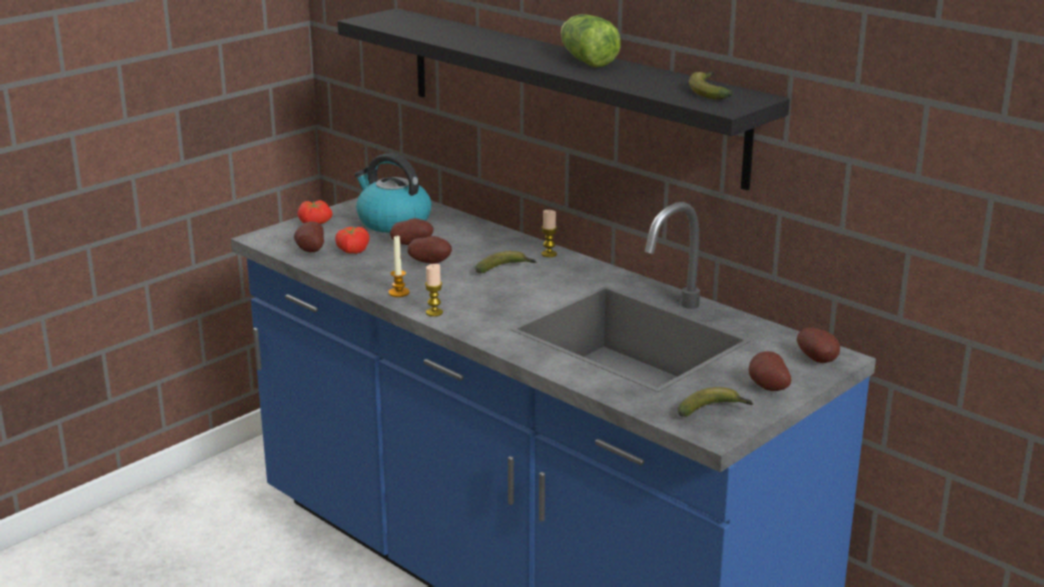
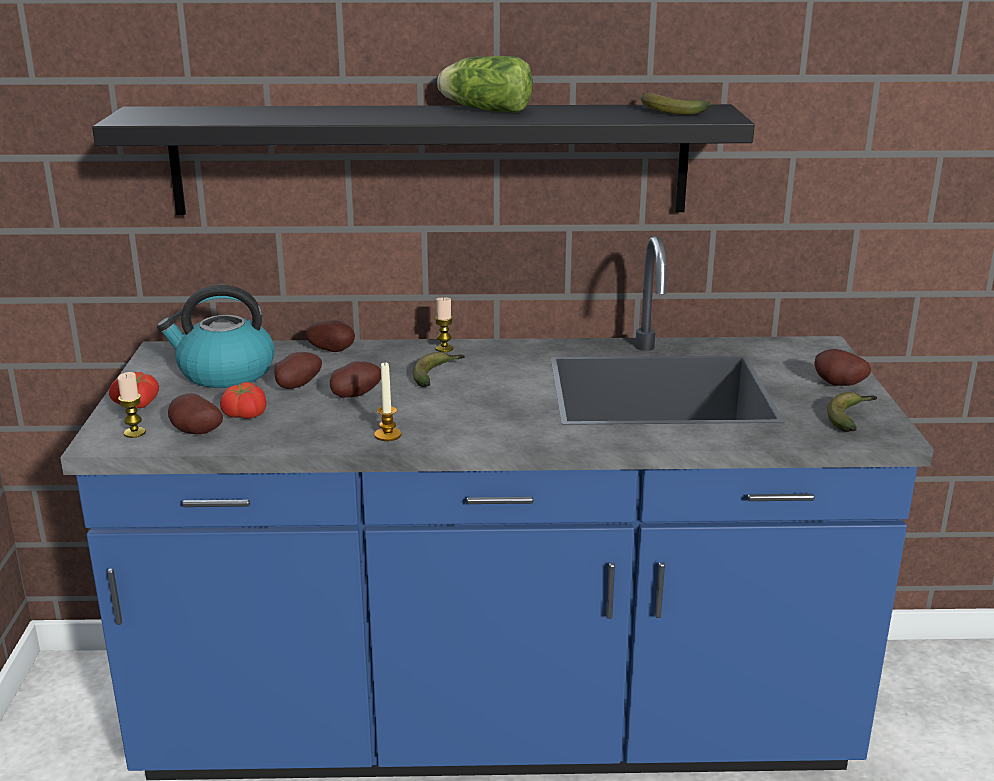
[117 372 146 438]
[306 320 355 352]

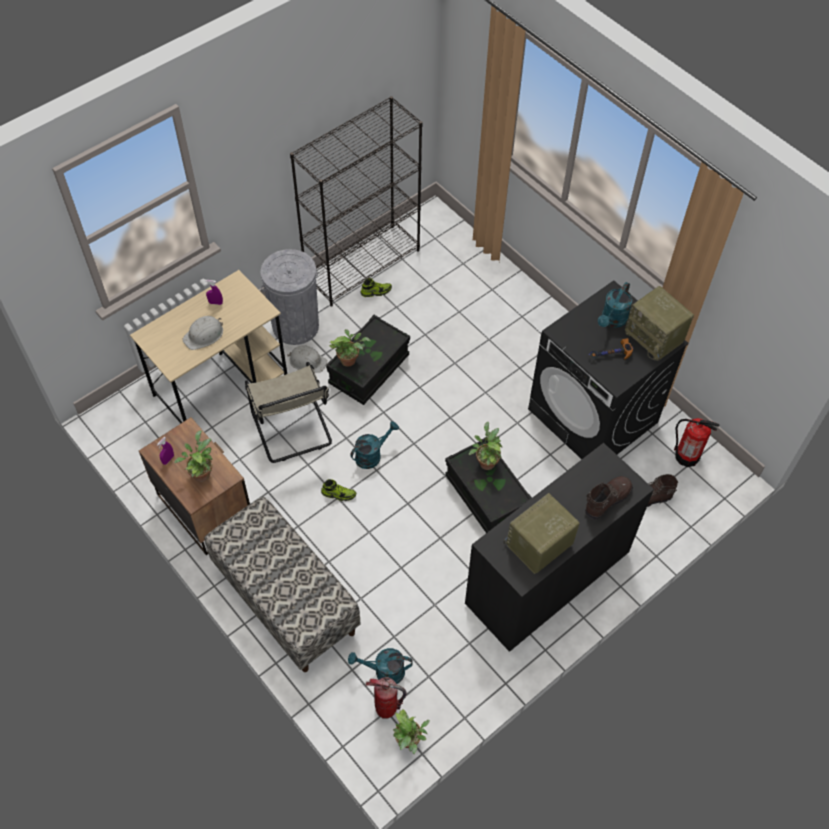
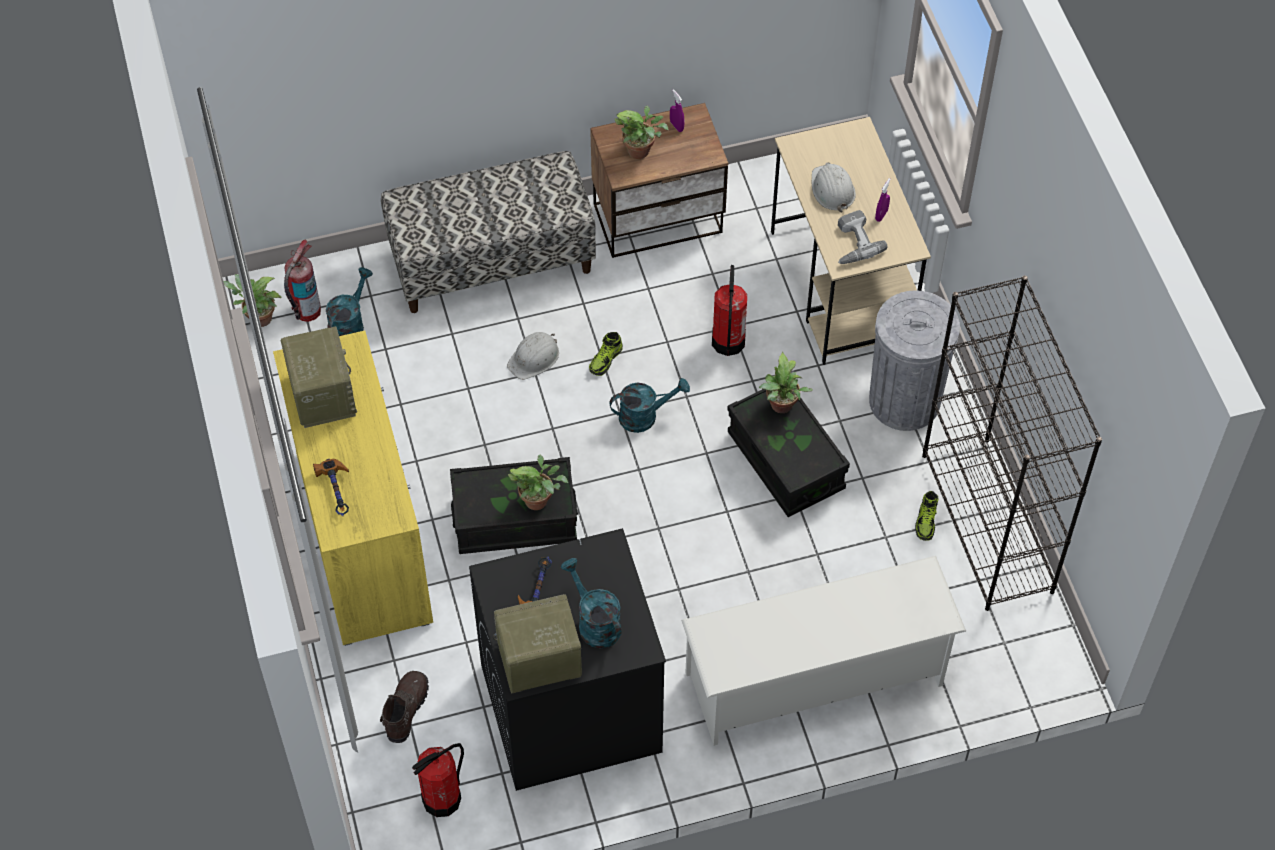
[712 265 747 356]
[507 332 559 380]
[609 378 690 433]
[273 330 433 646]
[313 459 349 516]
[681 556 966 746]
[838 210 888 264]

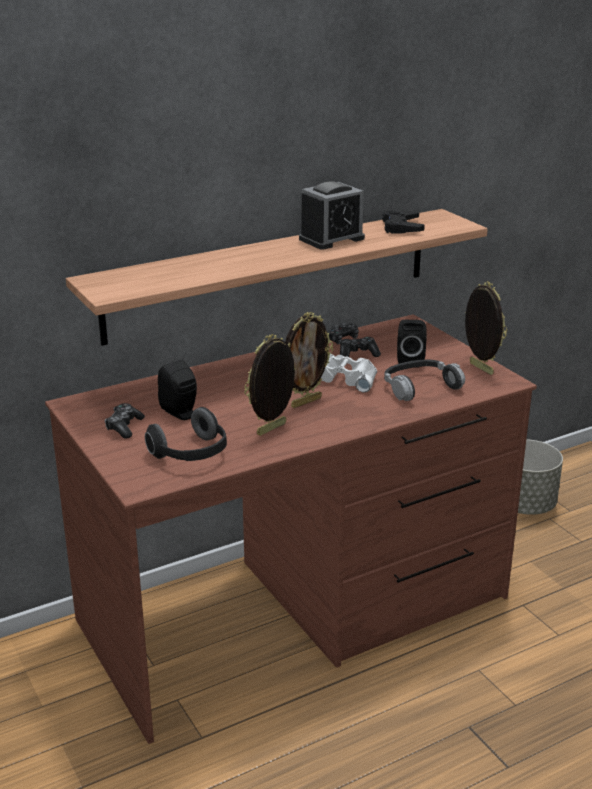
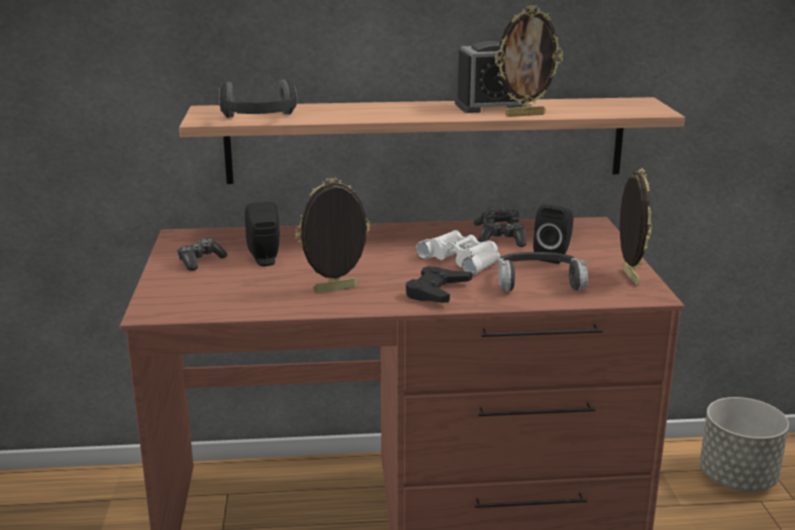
[219 79 297 118]
[495 5 563 117]
[406 266 472 303]

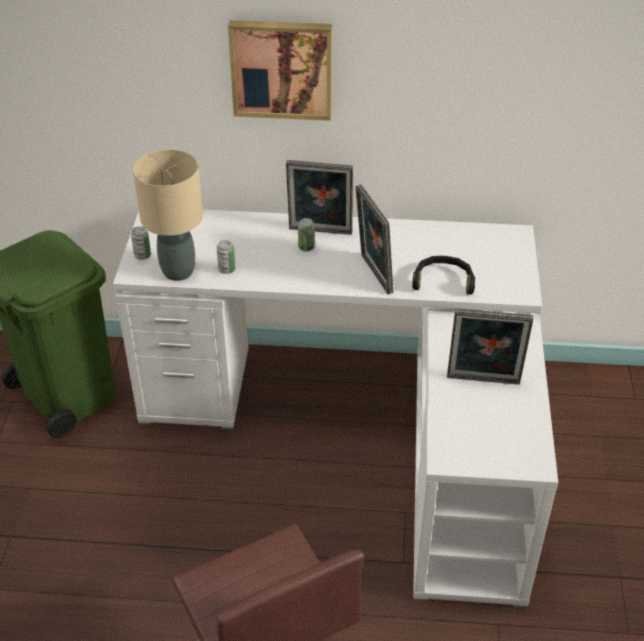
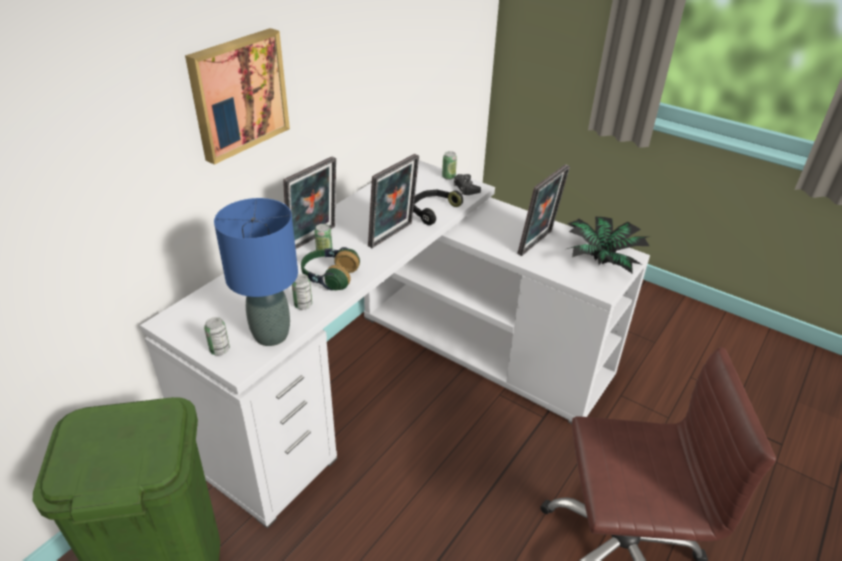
[214 198 298 346]
[368 154 419 248]
[301 247 360 290]
[442 151 457 180]
[453 174 481 195]
[567 217 649 273]

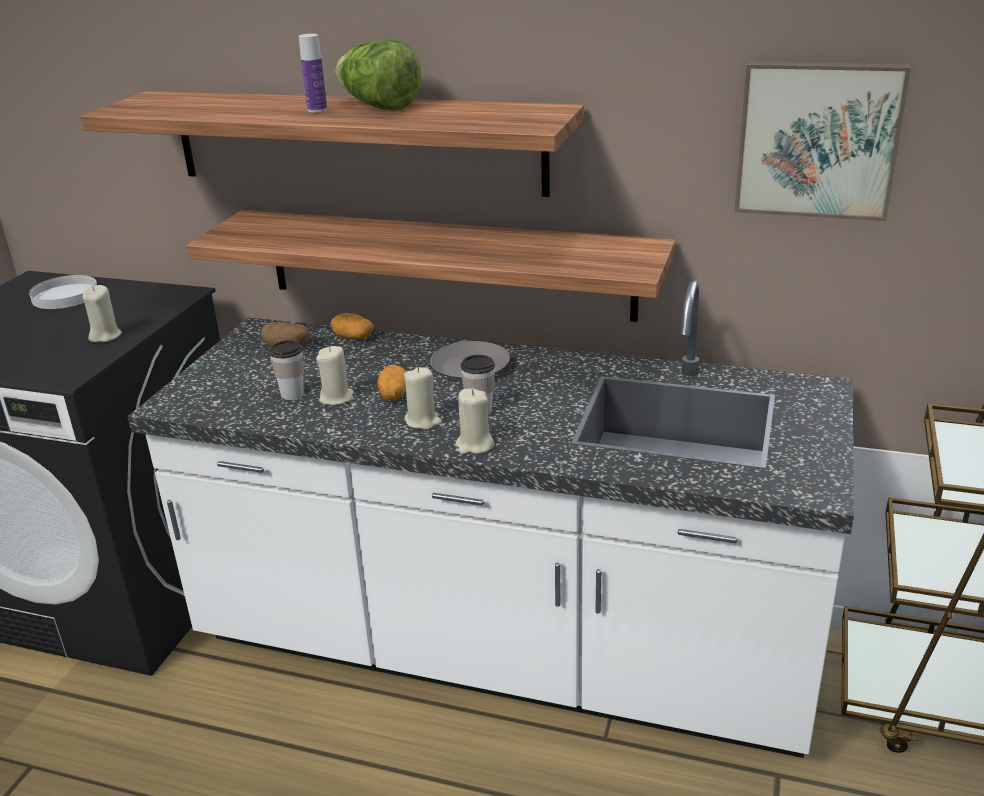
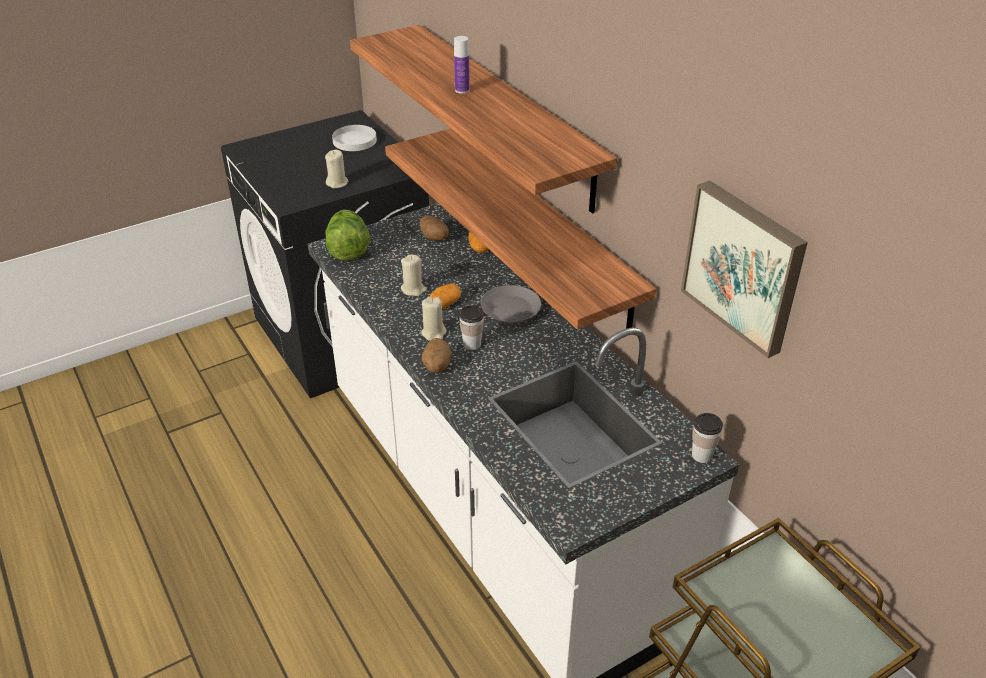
[692 413 723 463]
[325 210 370 261]
[422 338 452 373]

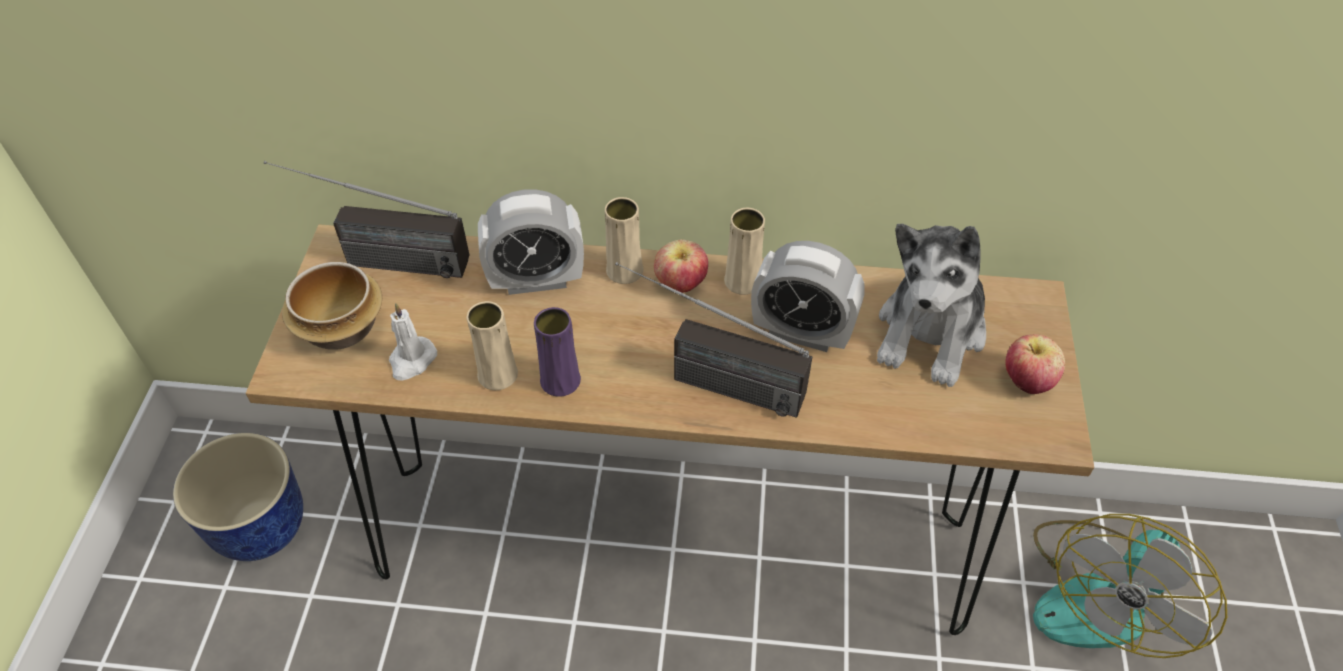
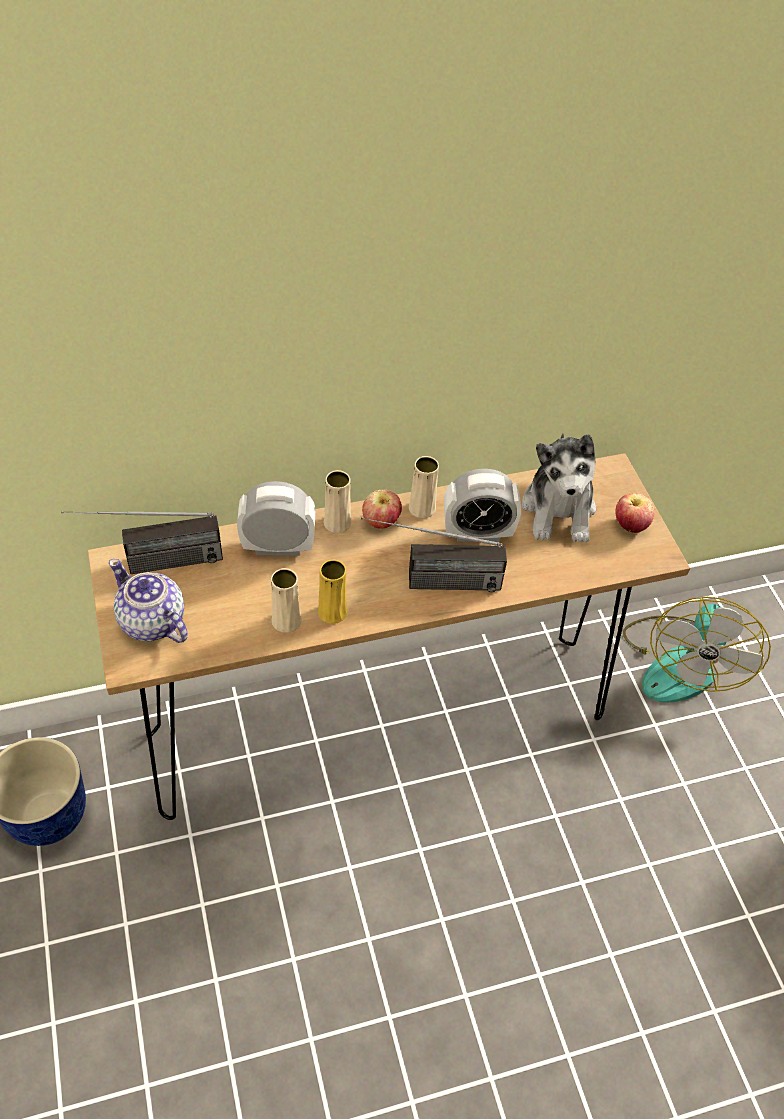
[109 559 188 643]
[389 303 437 381] (first image)
[237 481 315 556]
[318 560 348 624]

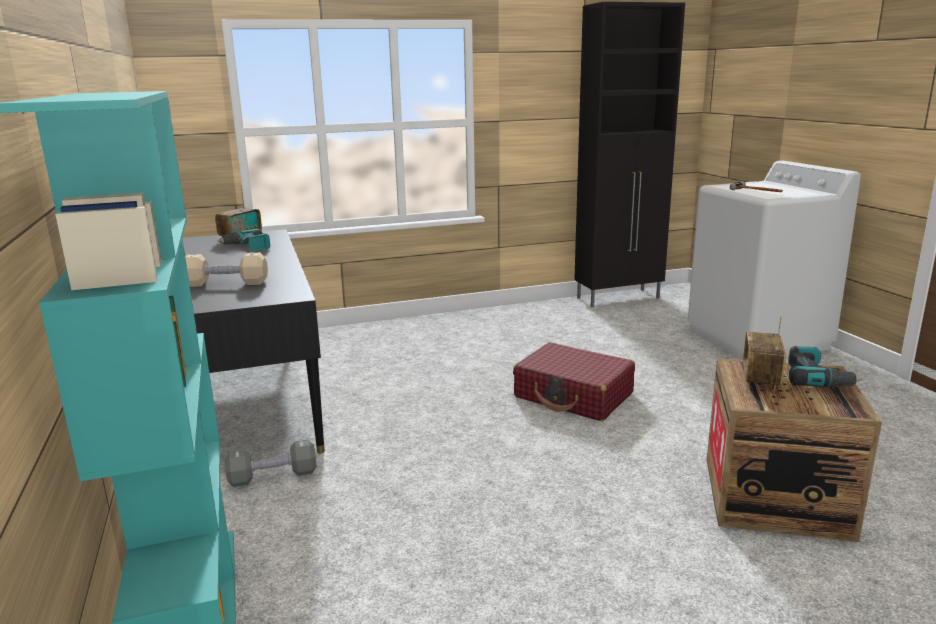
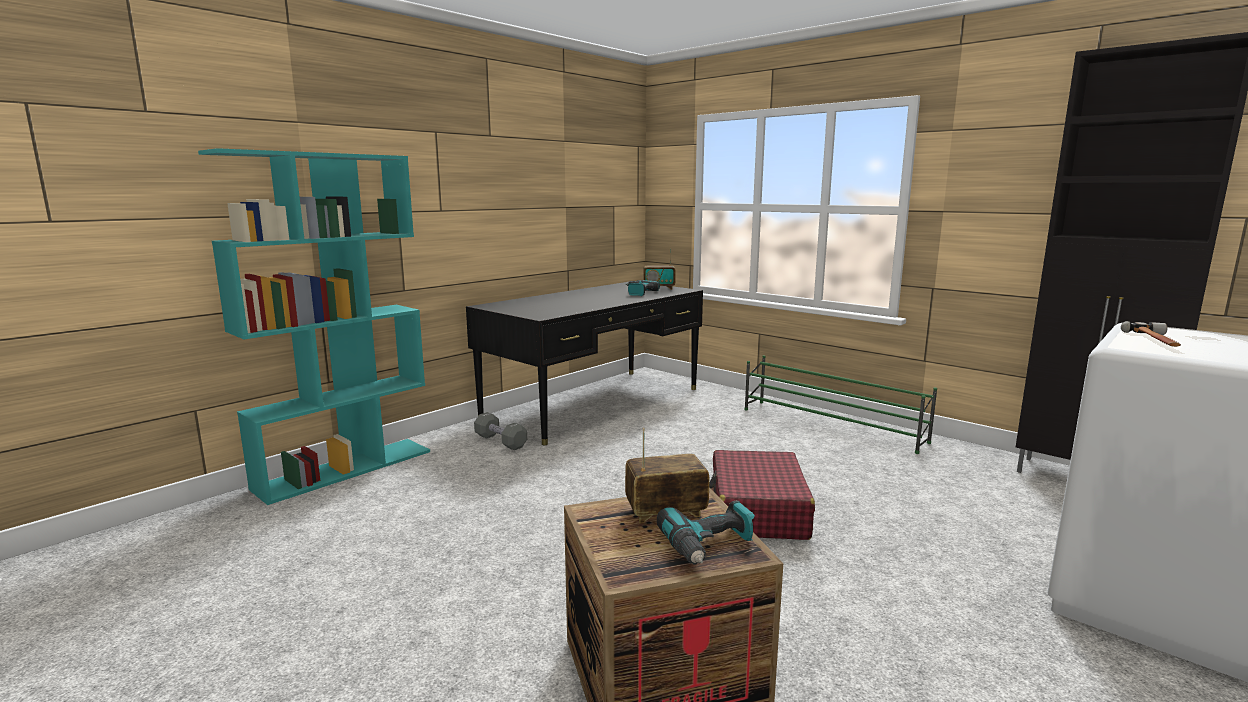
[185 252 268 287] (first image)
[744 355 937 454]

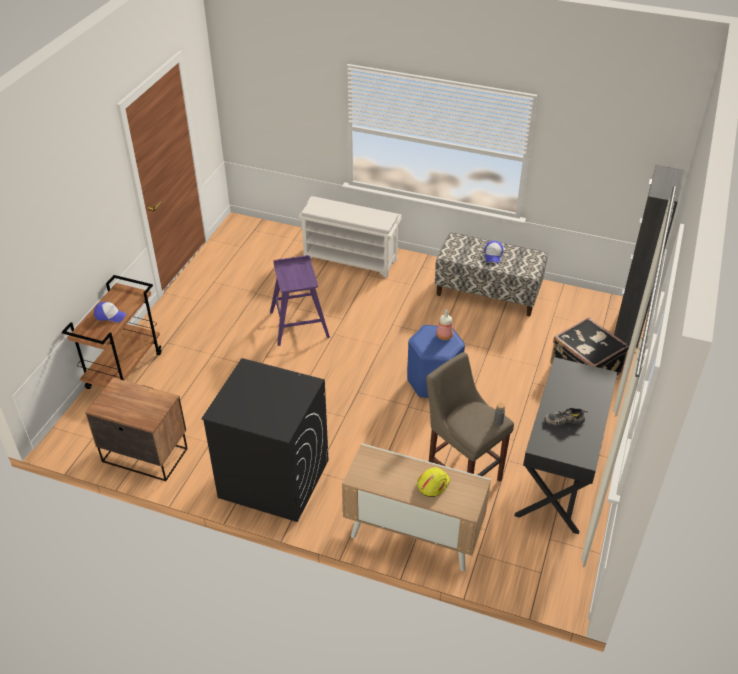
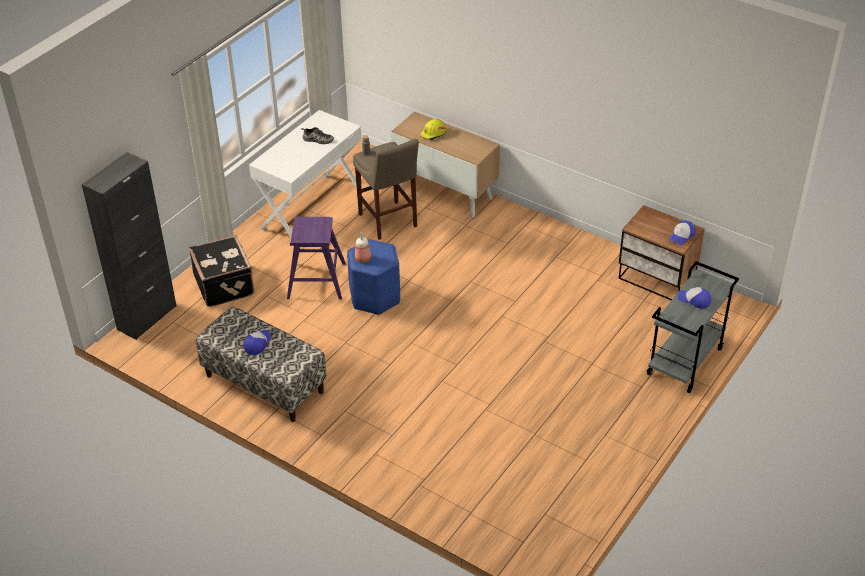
[647 261 739 393]
[201 358 329 522] (first image)
[287 217 346 300]
[298 196 402 277] (first image)
[249 110 362 237]
[670 220 696 245]

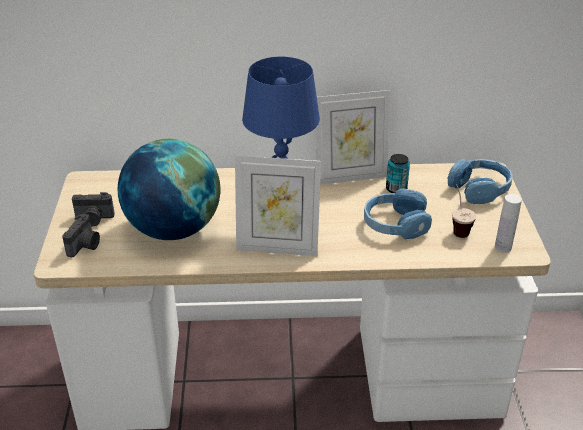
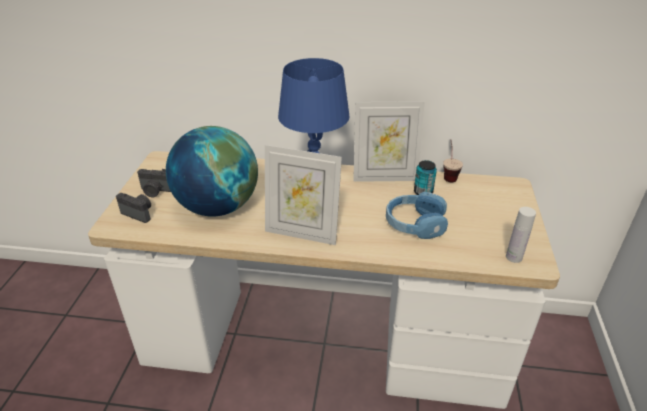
[116 193 151 223]
[448 159 513 204] (first image)
[443 139 463 182]

